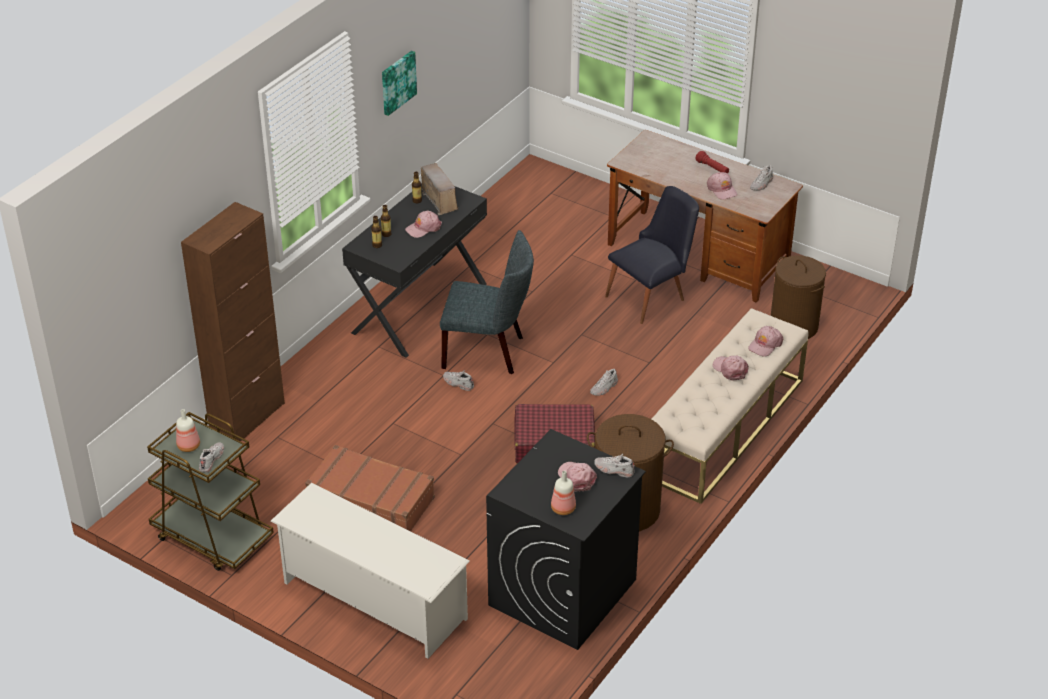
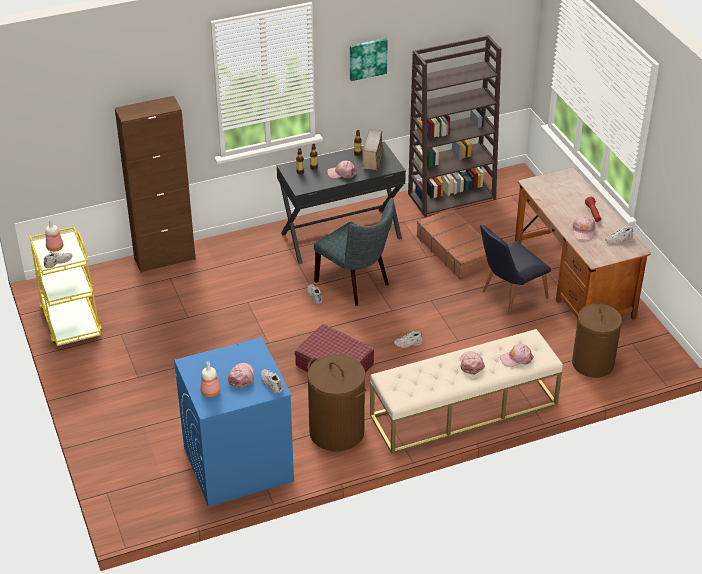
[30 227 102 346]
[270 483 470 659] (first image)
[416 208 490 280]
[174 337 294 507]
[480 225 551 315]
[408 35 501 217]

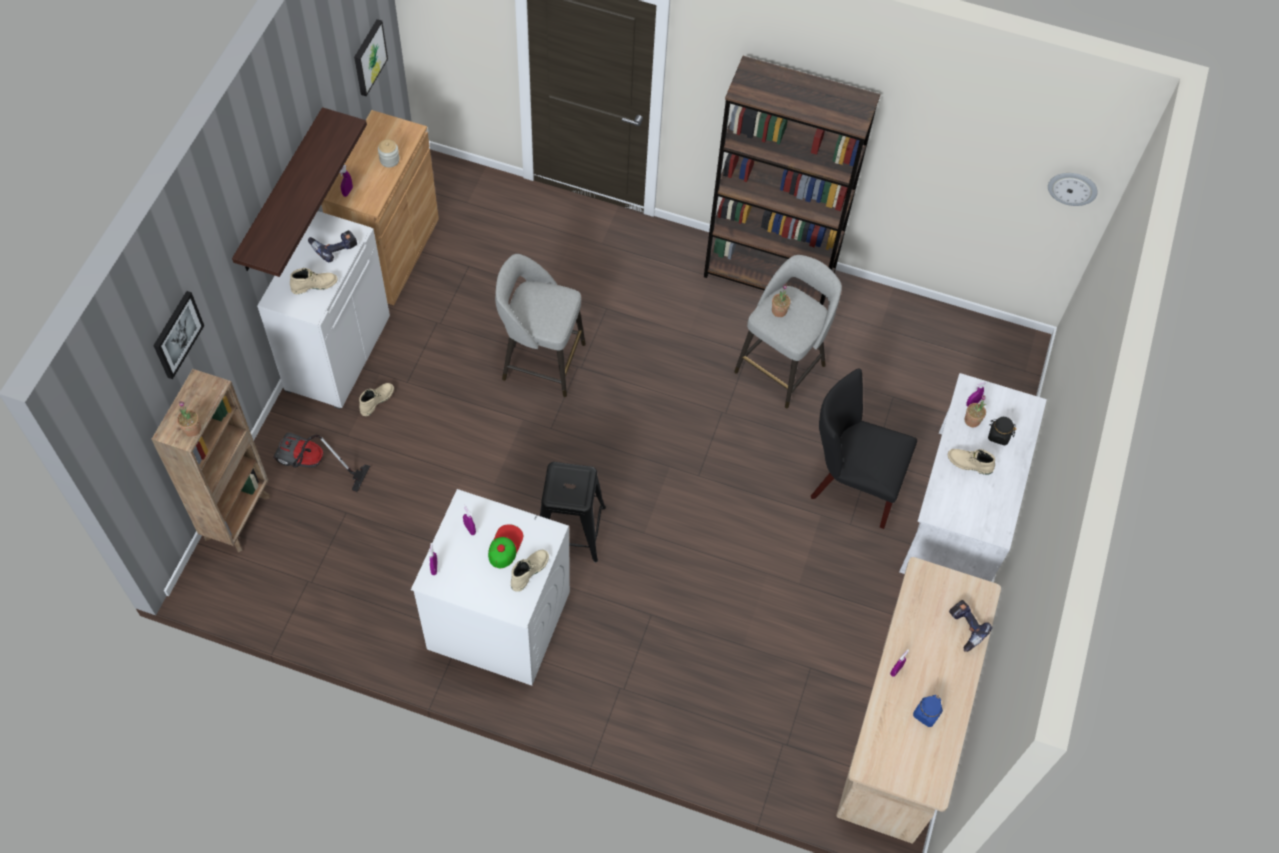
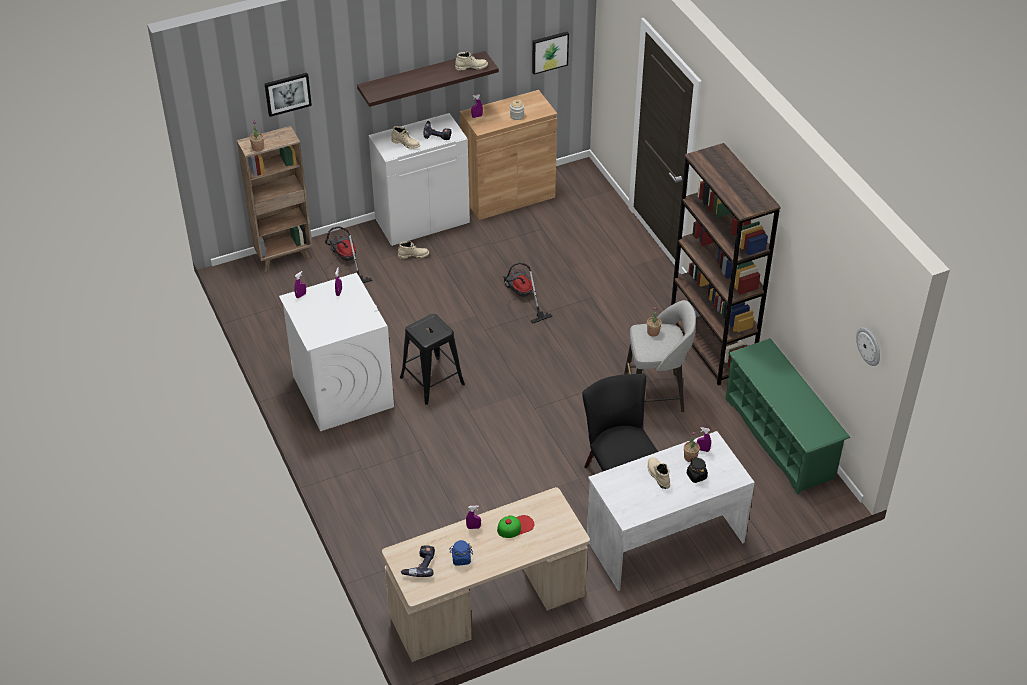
[497 515 534 538]
[503 263 553 324]
[455 52 488 70]
[401 545 435 577]
[725 338 850 495]

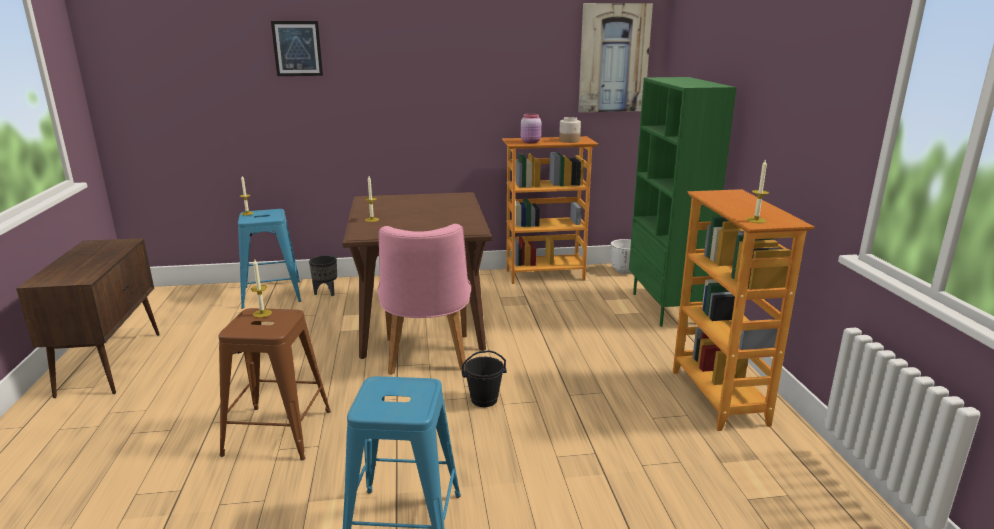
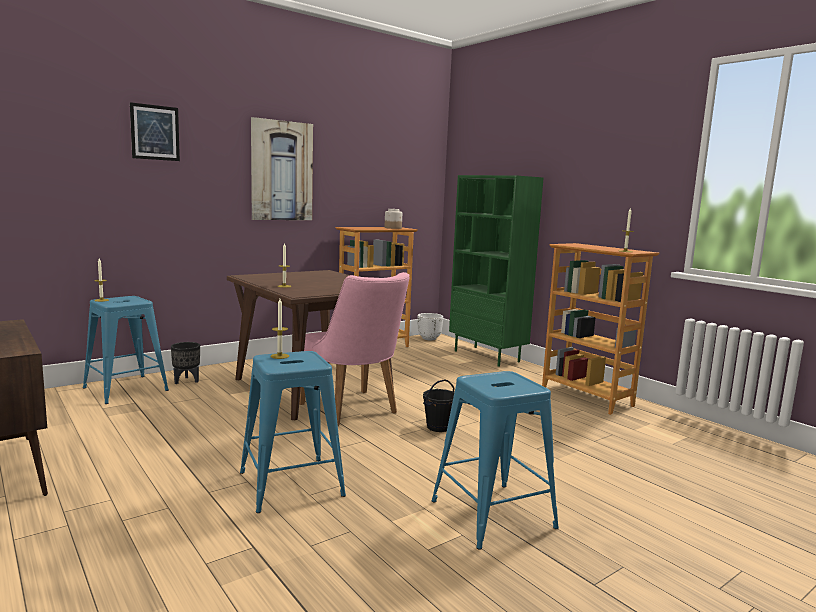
[240 351 346 513]
[521 113 541 143] (first image)
[251 117 313 220]

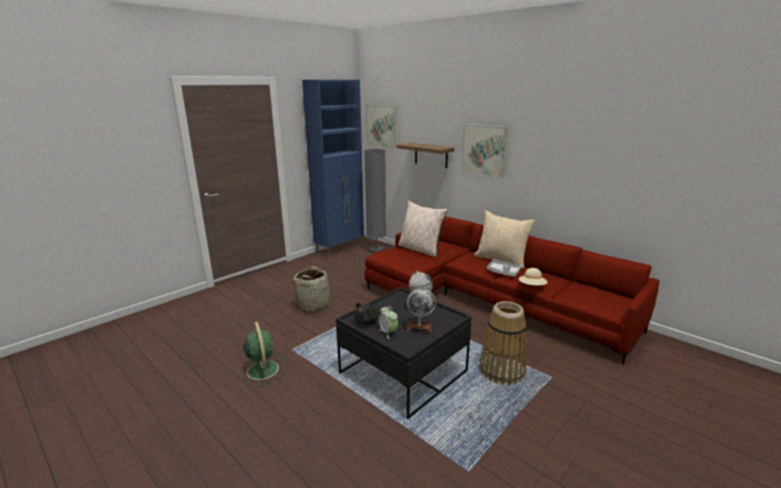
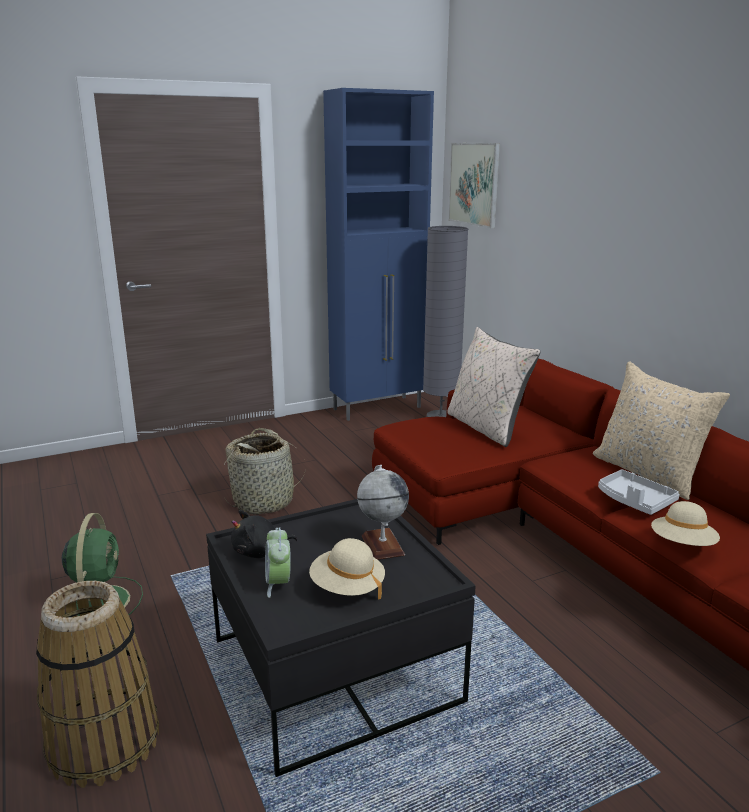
[397 142 455 168] (first image)
[309 538 385 600]
[461 124 508 178] (first image)
[36 581 159 788]

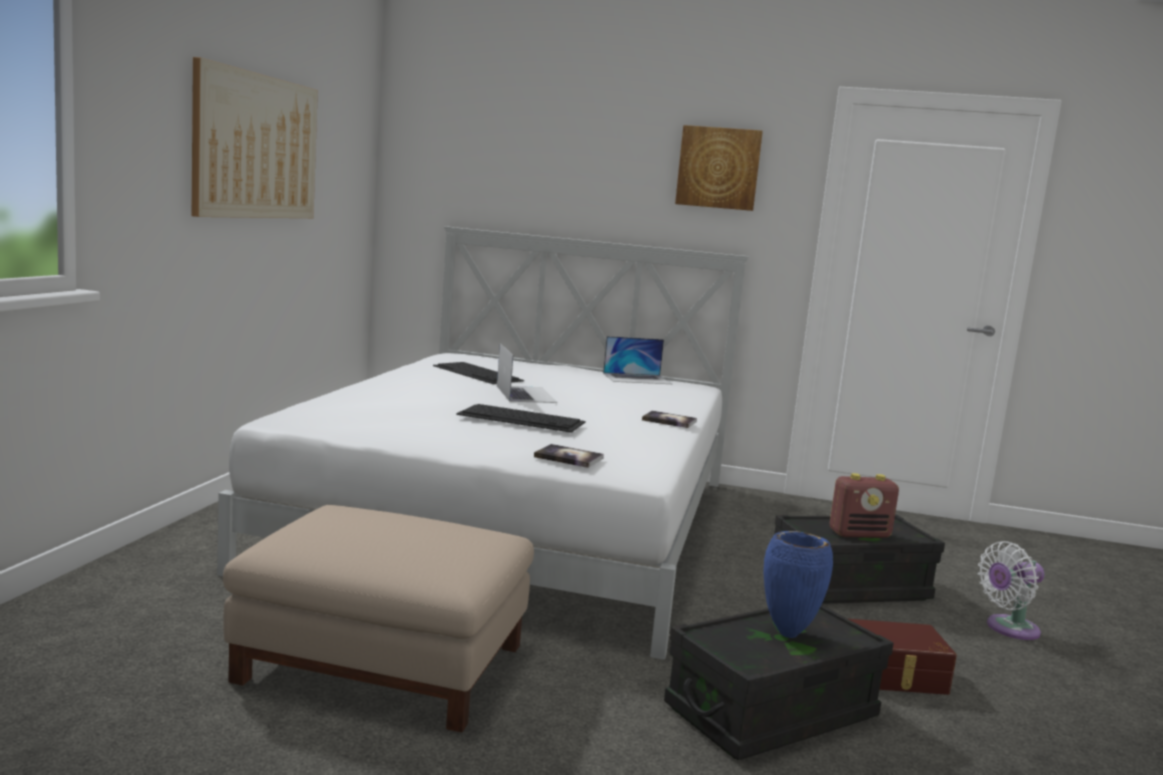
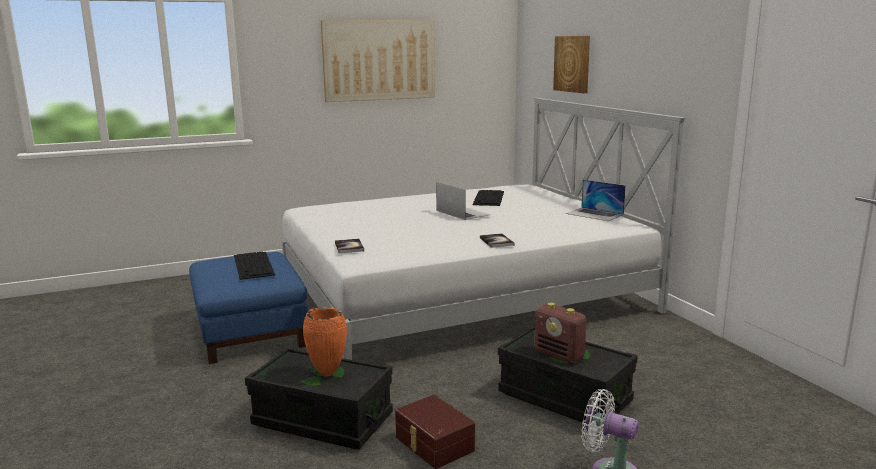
[189 252 308 364]
[234 252 275 280]
[436 182 490 220]
[553 36 590 93]
[303 307 347 377]

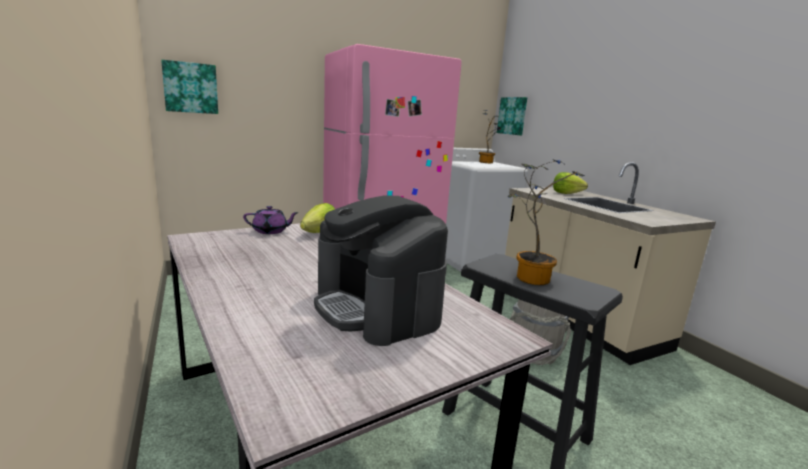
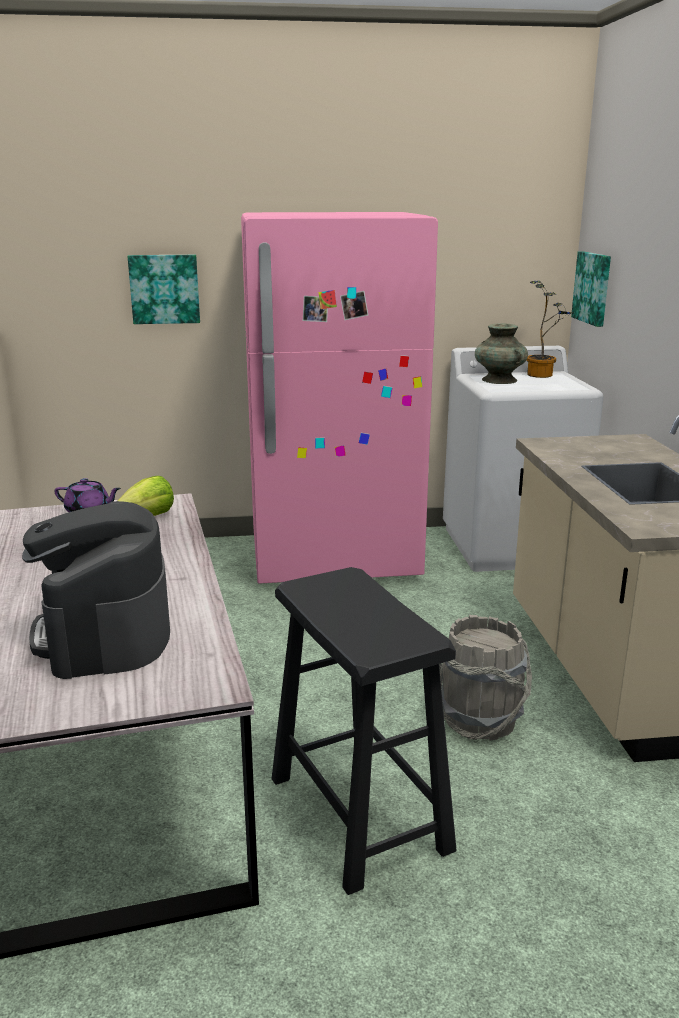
[128 255 200 324]
[507 160 585 285] (first image)
[553 172 588 194] (first image)
[475 323 528 384]

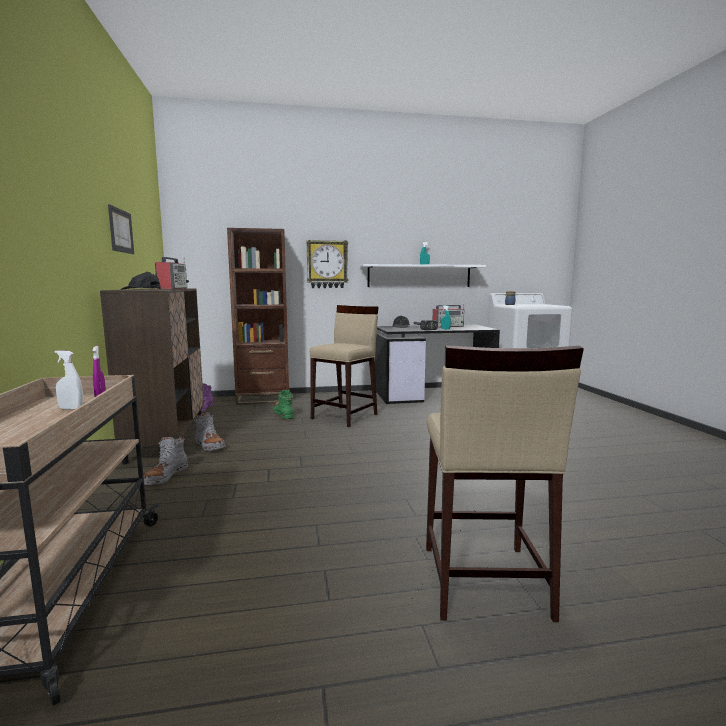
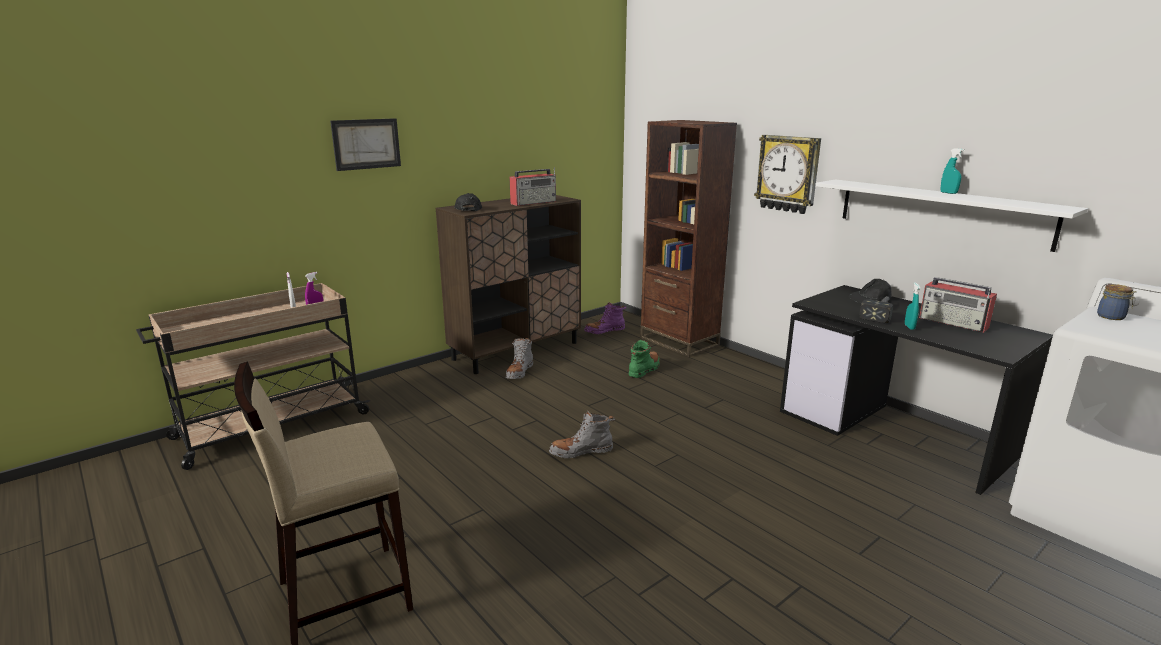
[330 118 401 171]
[549 410 615 458]
[310 305 379 427] (first image)

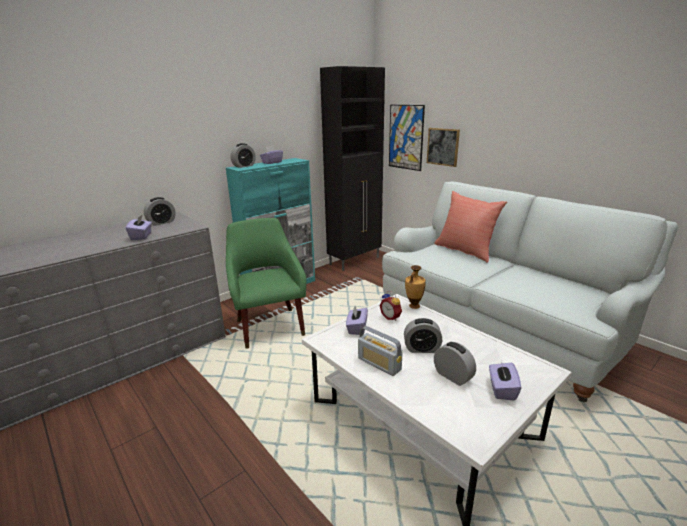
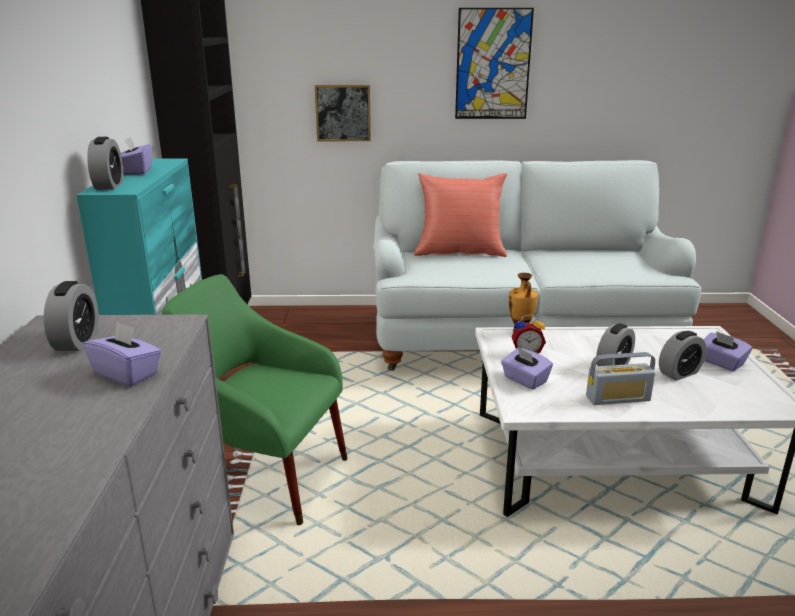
[455 8 534 119]
[659 331 707 381]

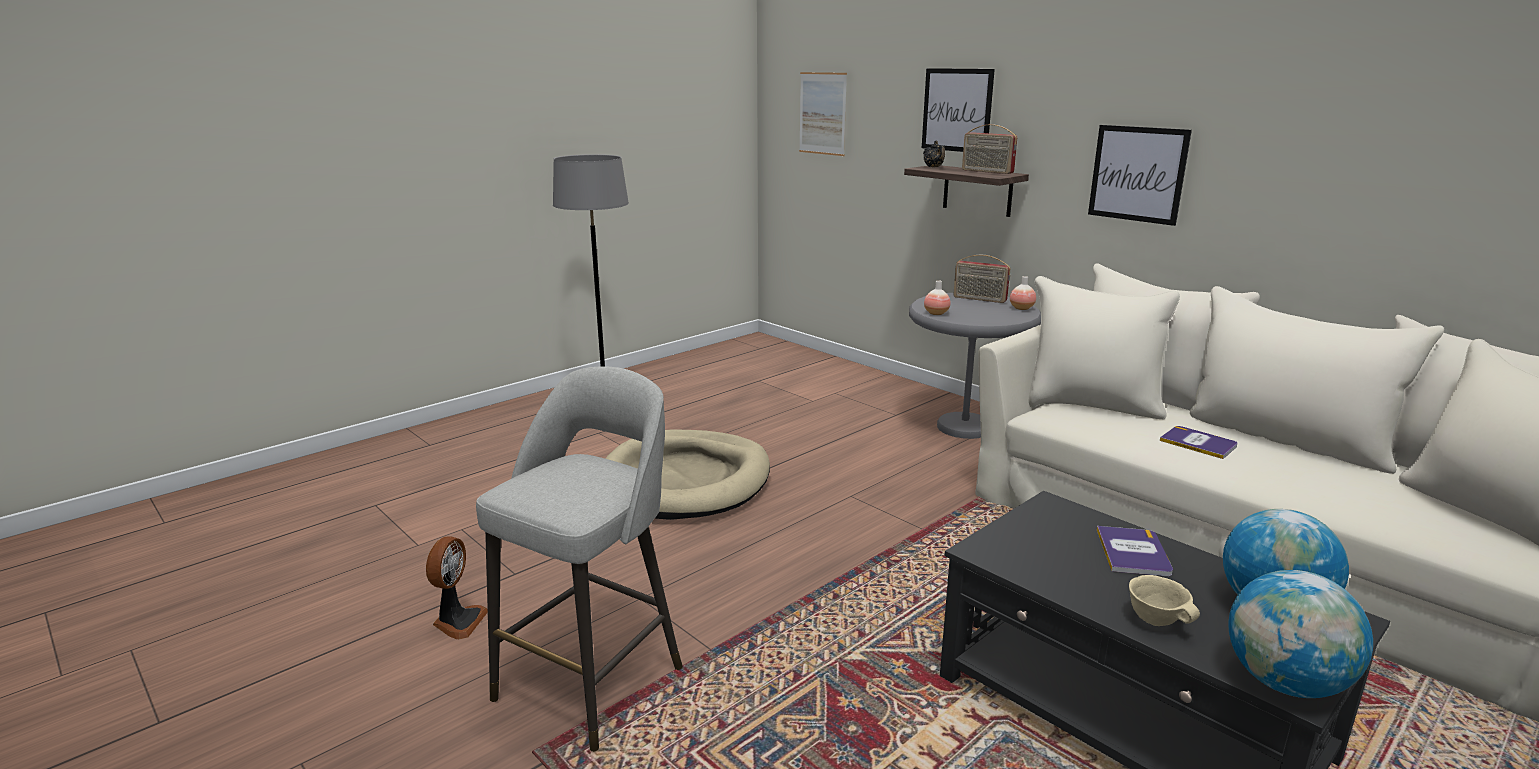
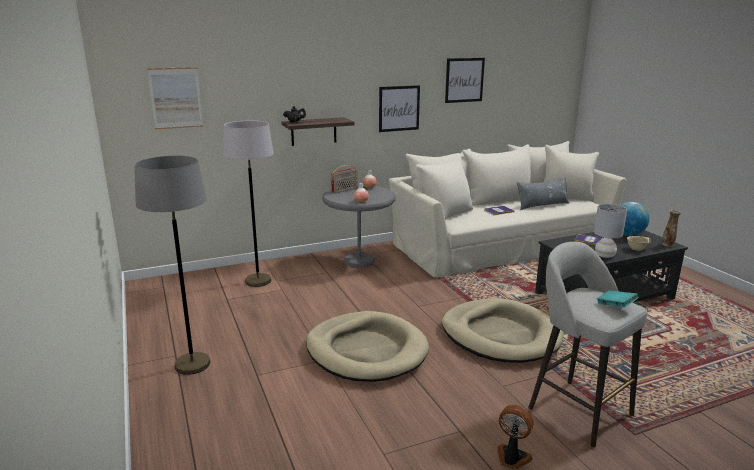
[445 58 485 103]
[962 124 1017 174] (first image)
[662 210 682 247]
[223 121 274 287]
[442 298 564 363]
[517 177 569 210]
[594 204 627 258]
[597 291 639 308]

